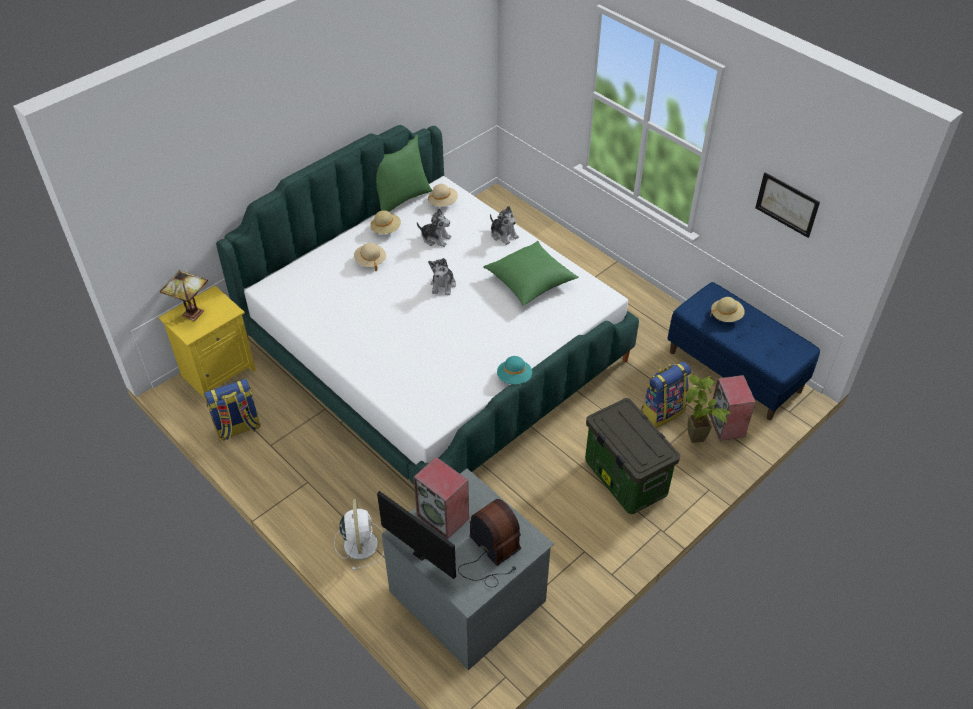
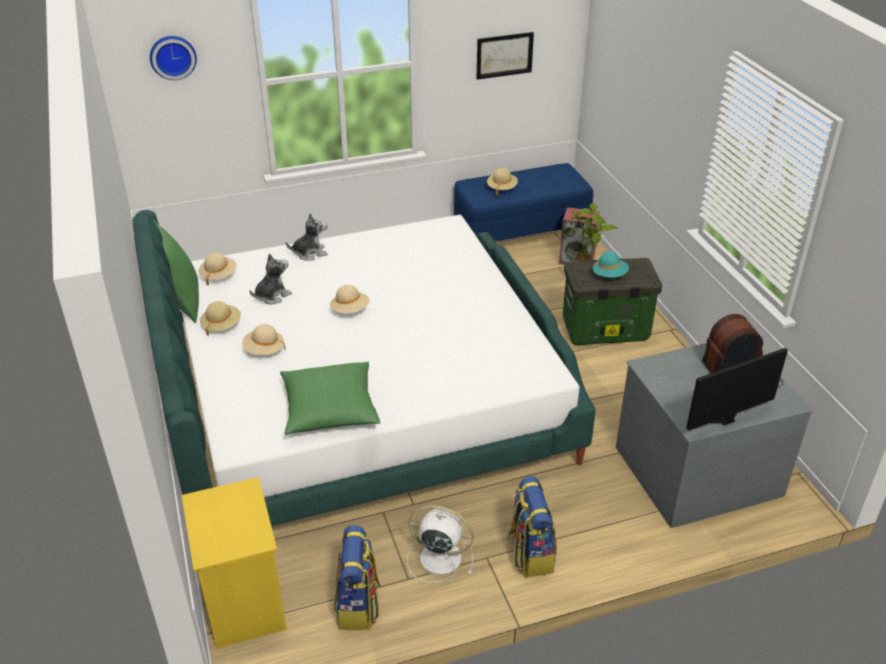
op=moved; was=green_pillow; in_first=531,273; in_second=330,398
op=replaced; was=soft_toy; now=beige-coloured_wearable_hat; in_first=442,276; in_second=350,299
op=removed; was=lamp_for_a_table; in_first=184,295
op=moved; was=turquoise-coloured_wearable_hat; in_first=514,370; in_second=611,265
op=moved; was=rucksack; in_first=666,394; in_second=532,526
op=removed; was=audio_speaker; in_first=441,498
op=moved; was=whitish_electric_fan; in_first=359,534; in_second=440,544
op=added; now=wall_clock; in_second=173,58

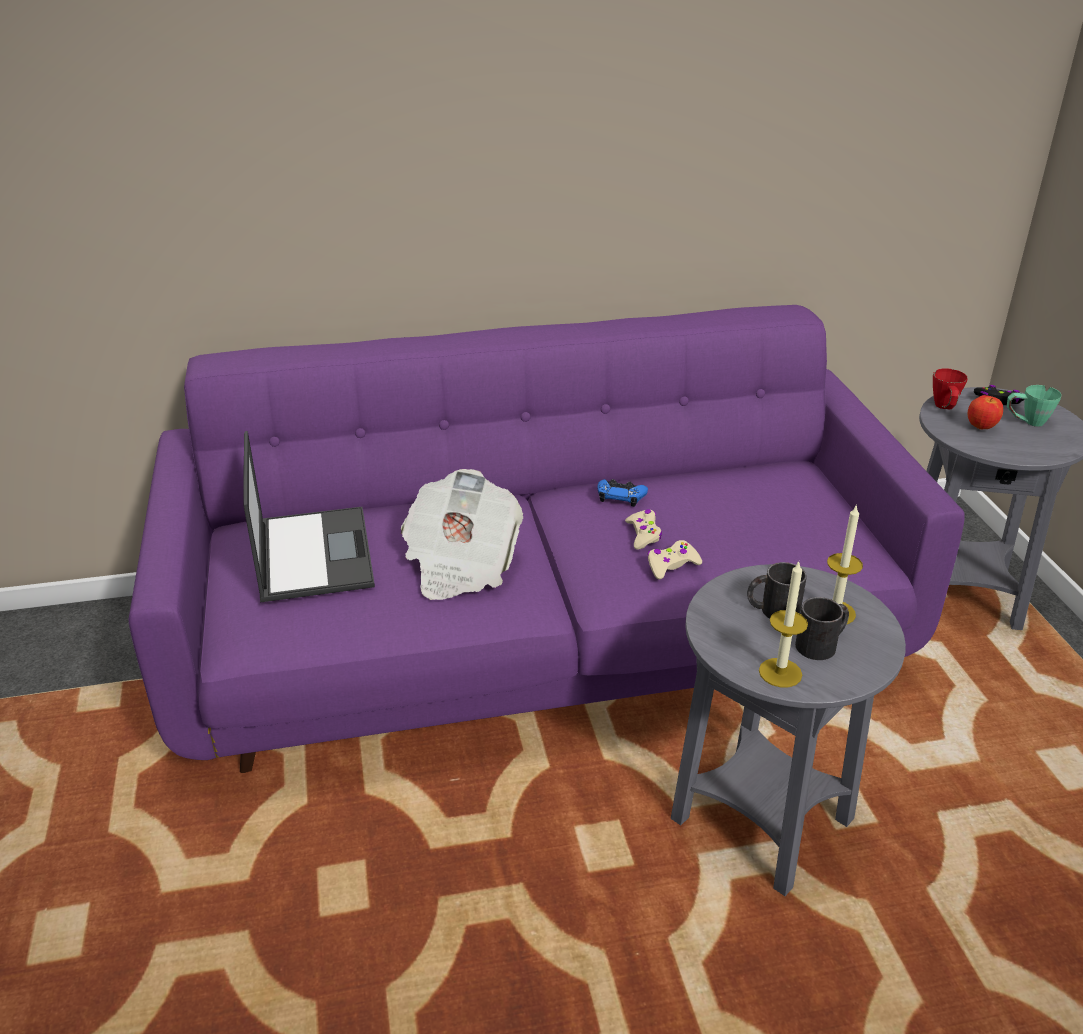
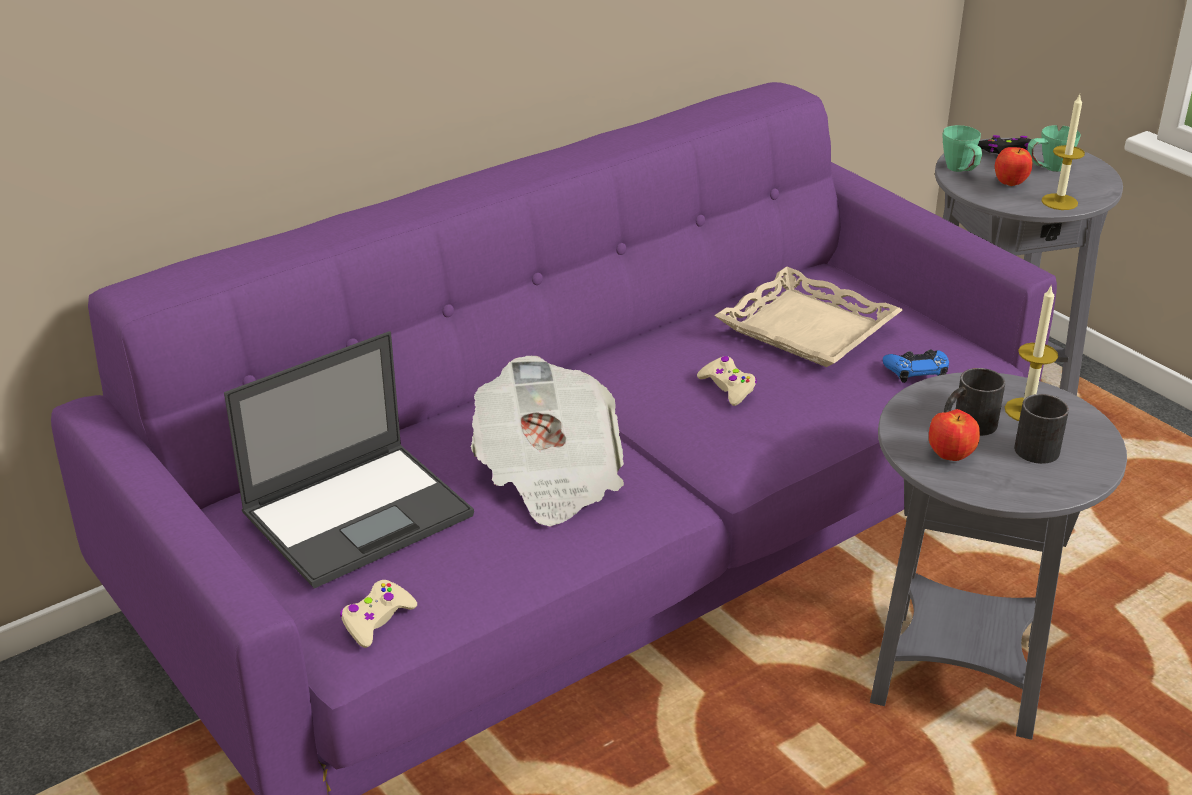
op=recoloured; was=red_tea_mug; now=green_tea_mug; in_first=950,388; in_second=962,148
op=turned; was=notebook_computer; in_first=309,517; in_second=349,460; clockwise=90
op=moved; was=bluish_game_controller; in_first=622,493; in_second=916,366
op=moved; was=beige-coloured_game_controller; in_first=674,560; in_second=378,614
op=moved; was=candle; in_first=783,624; in_second=1063,152
op=added; now=beige-coloured_serving_tray; in_second=808,317
op=added; now=whole_apple; in_second=954,435

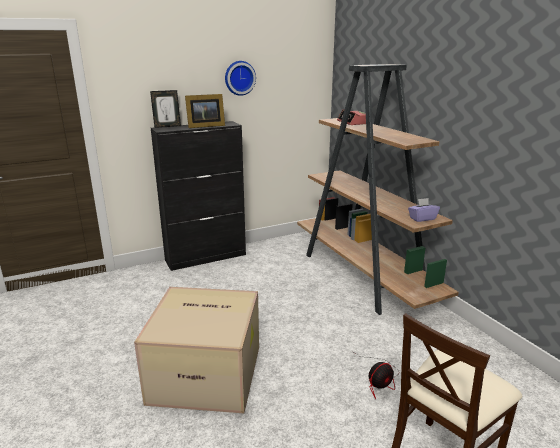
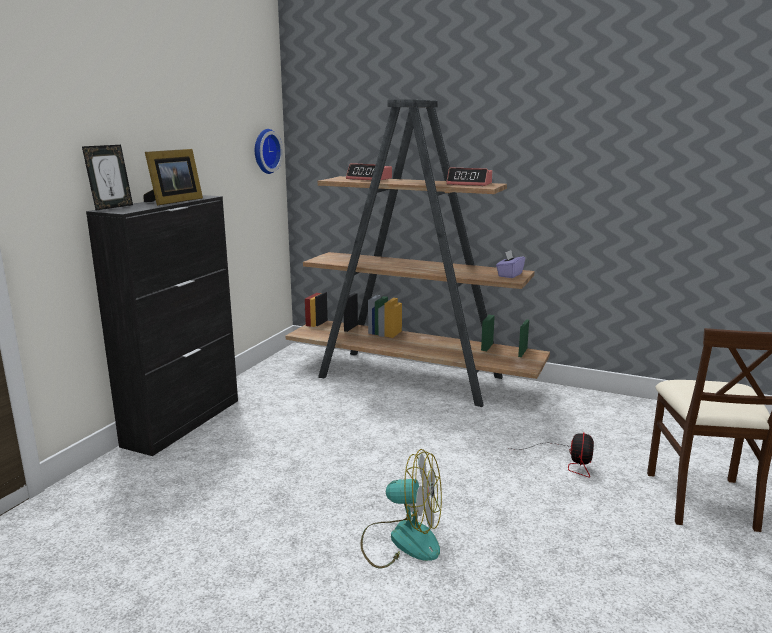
op=moved; was=wall_clock; in_first=240,78; in_second=269,151
op=replaced; was=cardboard_box; now=electric_fan; in_first=196,350; in_second=401,508
op=added; now=table_clock; in_second=469,176

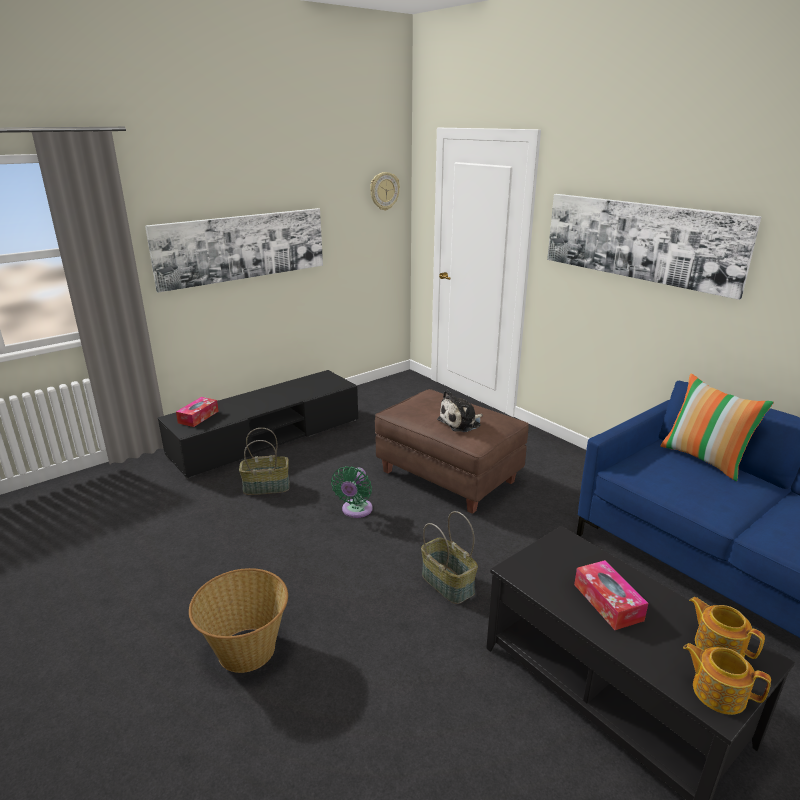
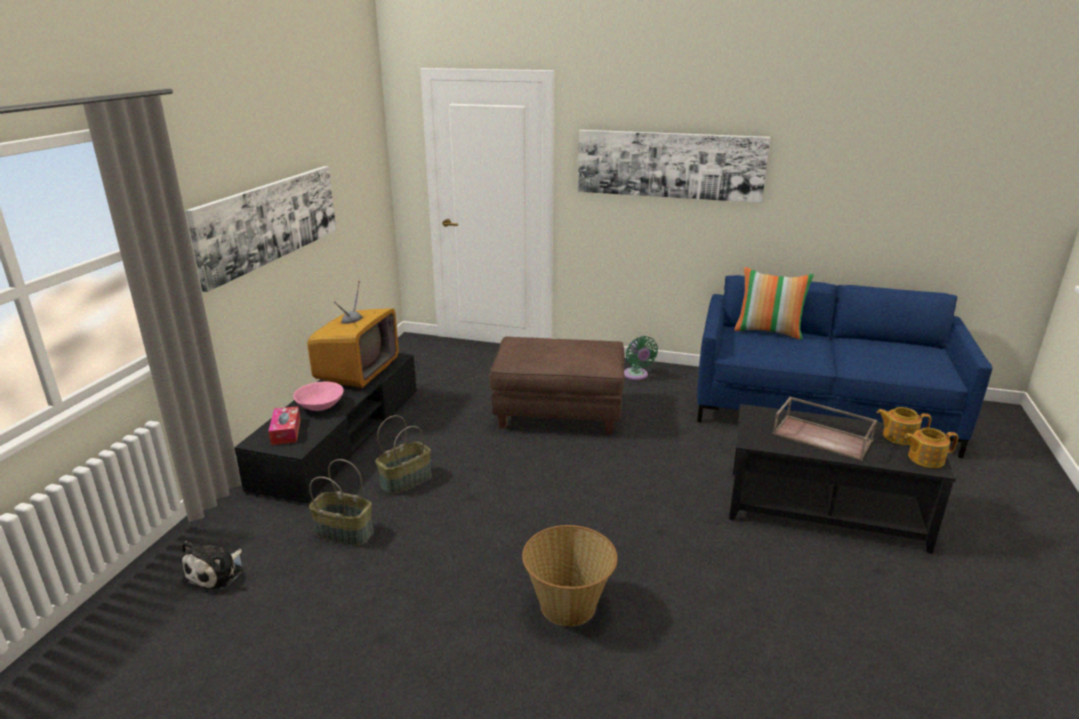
op=removed; was=wall_clock; in_first=385,191
op=moved; was=soft_toy; in_first=460,411; in_second=212,567
op=moved; was=green_electric_fan; in_first=352,492; in_second=641,358
op=moved; was=household_basket; in_first=449,557; in_second=341,502
op=replaced; was=tissue_box; now=brown_serving_tray; in_first=611,595; in_second=825,429
op=added; now=television; in_second=353,334
op=added; now=pink-coloured_deep_dish; in_second=318,396

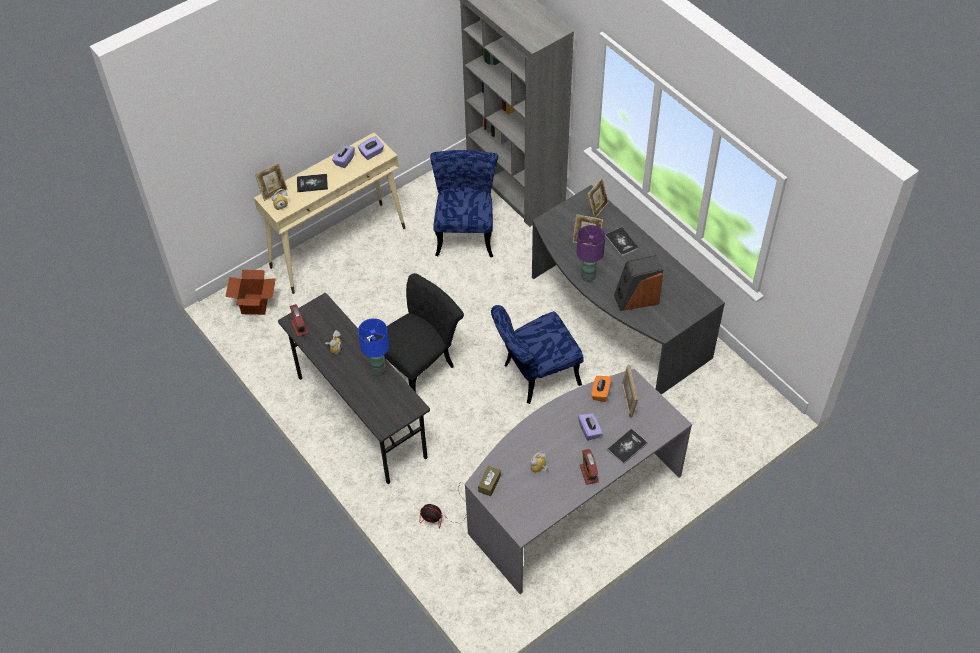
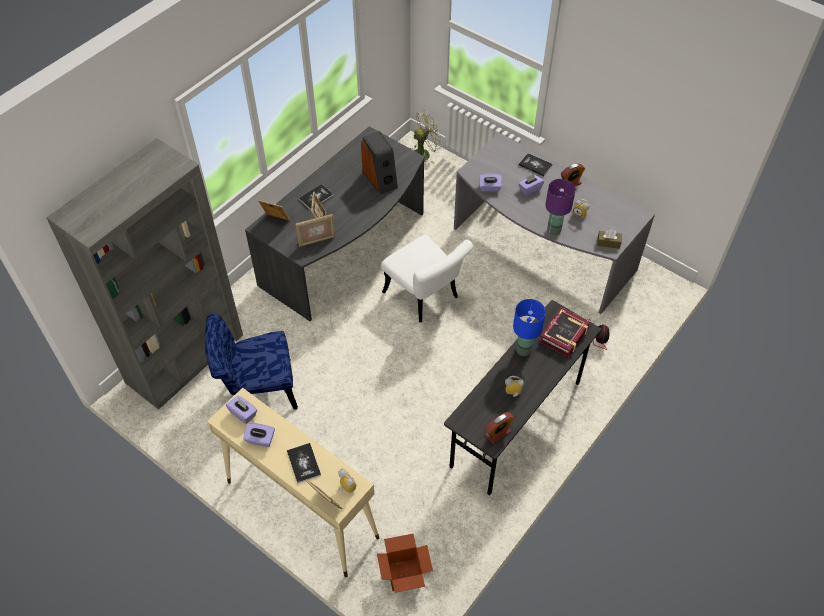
op=moved; was=purple_lamp_for_a_table; in_first=591,253; in_second=560,207
op=removed; was=black_plain_chair; in_first=417,332
op=recoloured; was=bluish_plain_chair; now=whitish_plain_chair; in_first=537,354; in_second=427,278
op=moved; was=photo_frame; in_first=630,391; in_second=315,230
op=recoloured; was=orange_tissue_box; now=purple_tissue_box; in_first=601,389; in_second=490,183
op=added; now=green_electric_fan; in_second=426,137
op=added; now=book; in_second=564,332

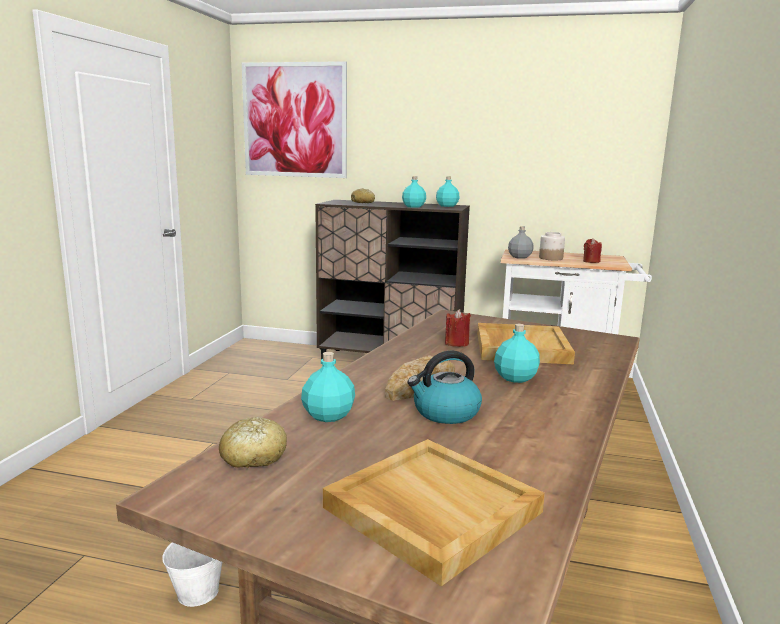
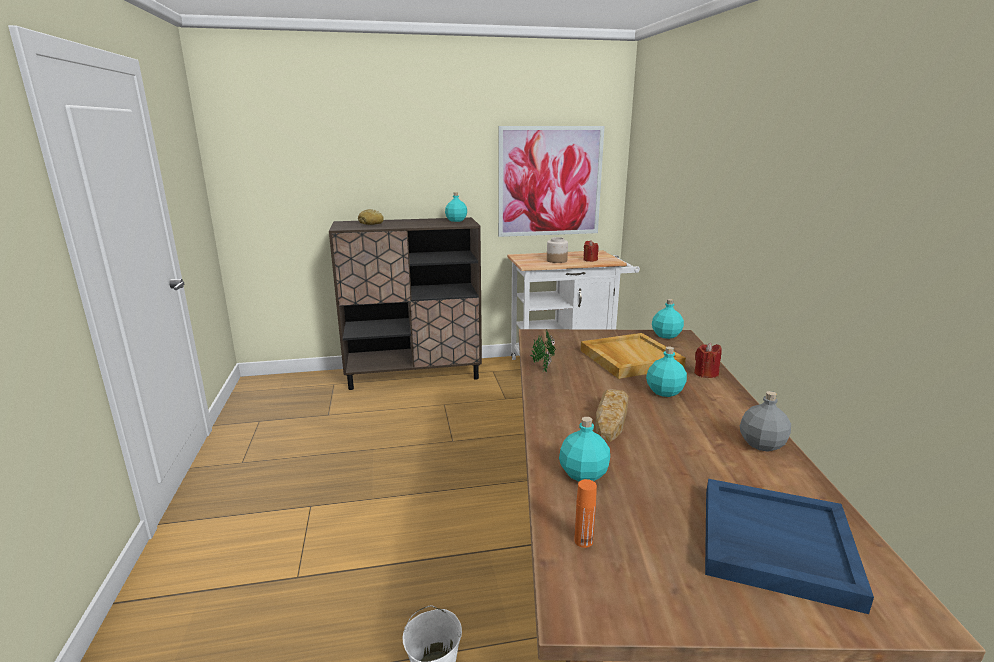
op=moved; was=wall_art; in_first=294,119; in_second=551,181
op=moved; was=turquoise-coloured_bottle; in_first=414,192; in_second=668,319
op=moved; was=grey_bottle; in_first=521,242; in_second=765,421
op=moved; was=red_candle; in_first=458,328; in_second=707,360
op=removed; was=water_kettle; in_first=444,387
op=replaced; was=baked_bread; now=orange_bottle; in_first=253,442; in_second=585,513
op=recoloured; was=beige-coloured_serving_tray; now=bluish_serving_tray; in_first=434,512; in_second=789,546
op=added; now=plant_in_a_pot; in_second=543,350

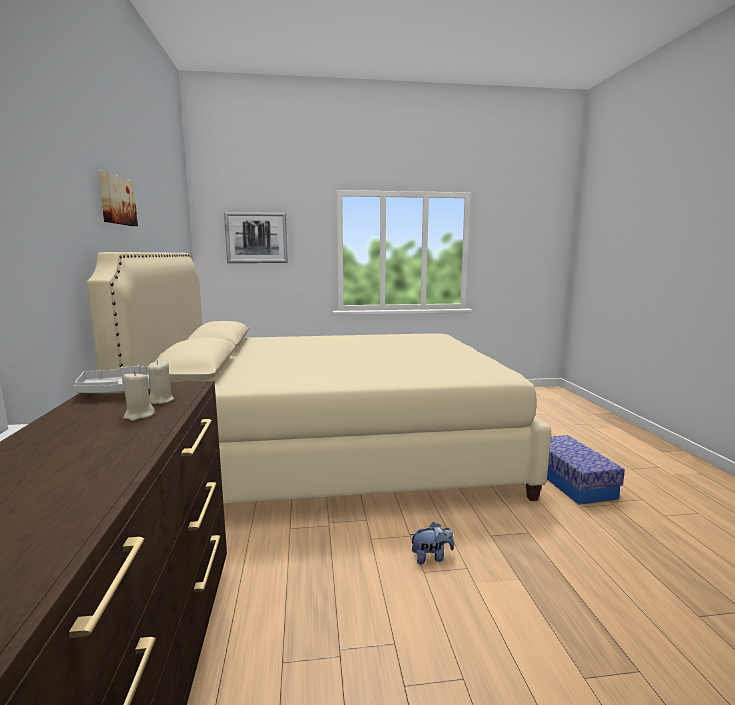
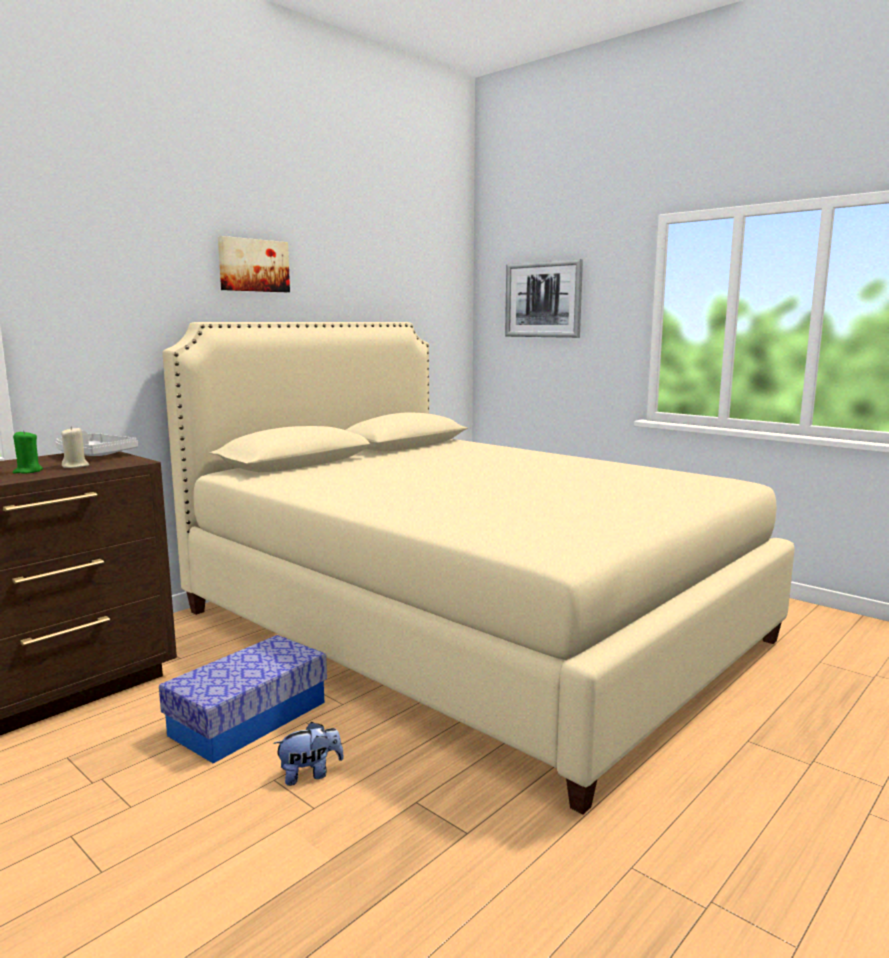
op=recoloured; was=beige-coloured_candle; now=green_candle; in_first=139,396; in_second=28,452
op=moved; was=storage_box; in_first=586,470; in_second=243,699
op=turned; was=soft_toy; in_first=432,543; in_second=308,754; clockwise=-60

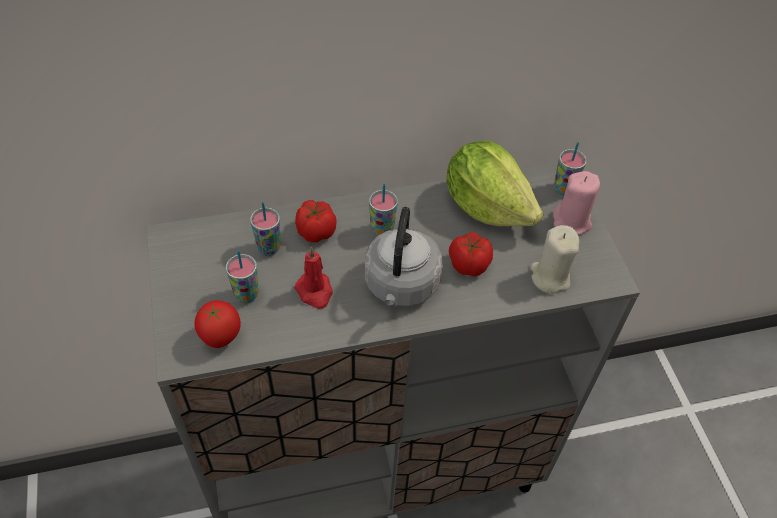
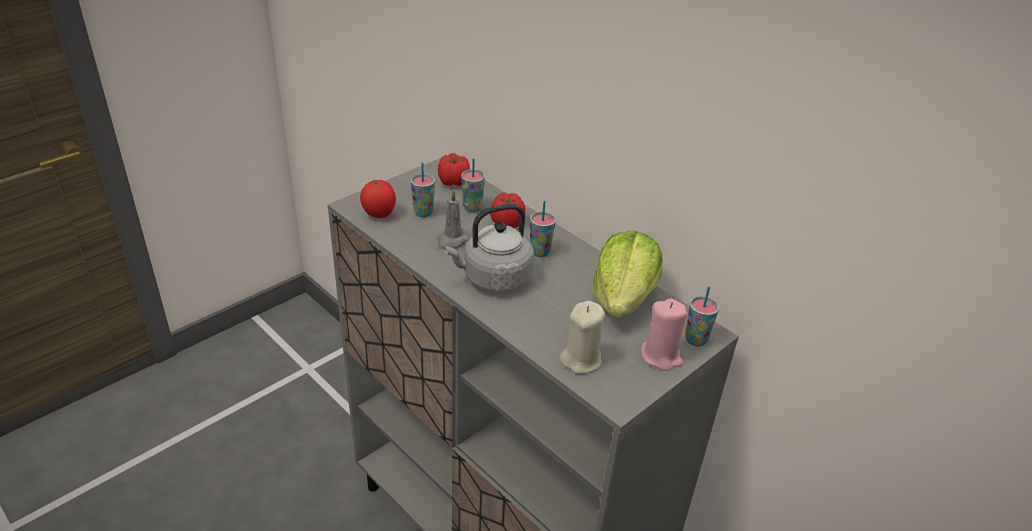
op=moved; was=fresh_tomato; in_first=471,254; in_second=454,169
op=recoloured; was=red_candle; now=grey_candle; in_first=313,278; in_second=453,219

